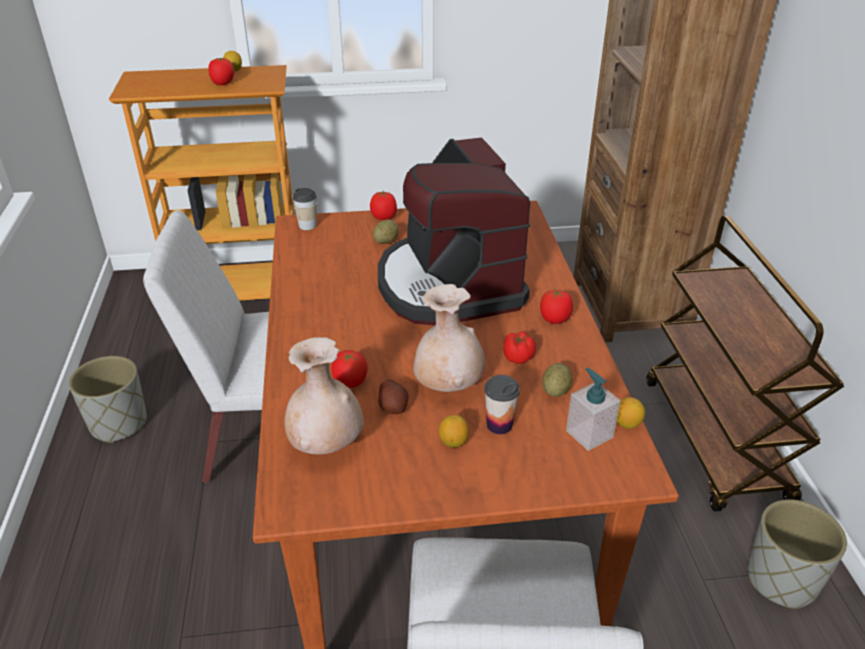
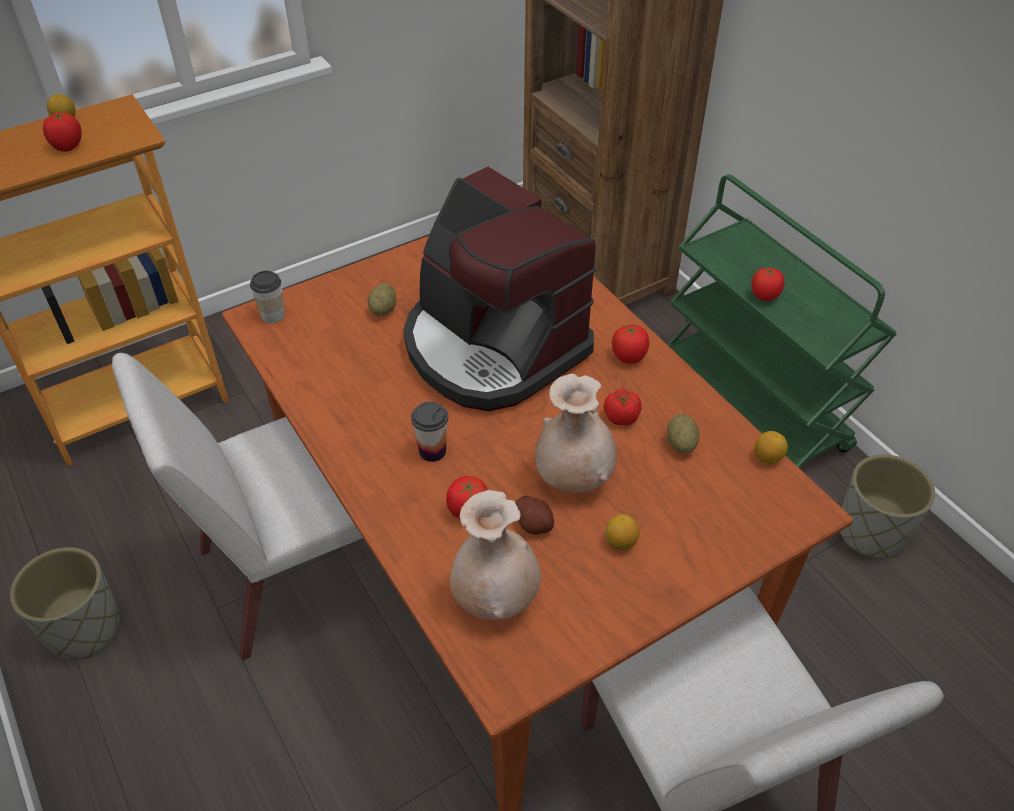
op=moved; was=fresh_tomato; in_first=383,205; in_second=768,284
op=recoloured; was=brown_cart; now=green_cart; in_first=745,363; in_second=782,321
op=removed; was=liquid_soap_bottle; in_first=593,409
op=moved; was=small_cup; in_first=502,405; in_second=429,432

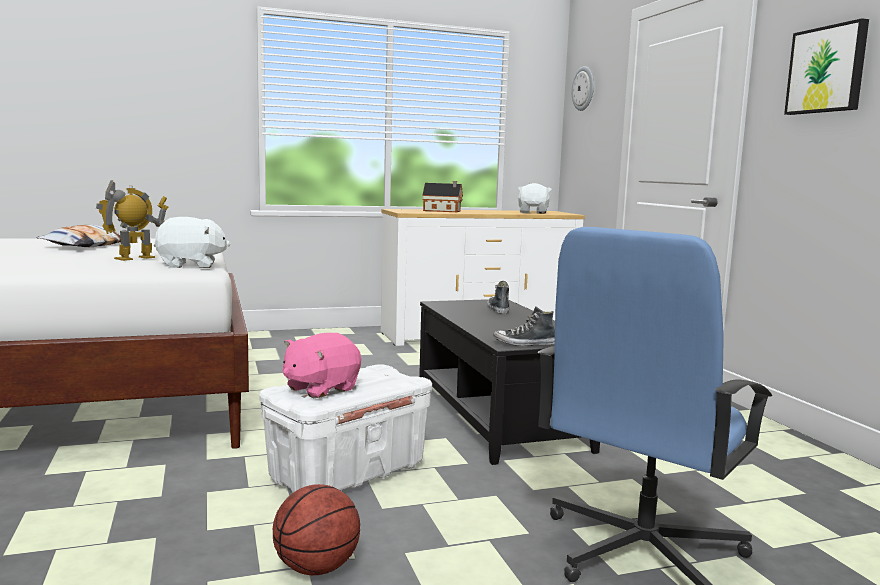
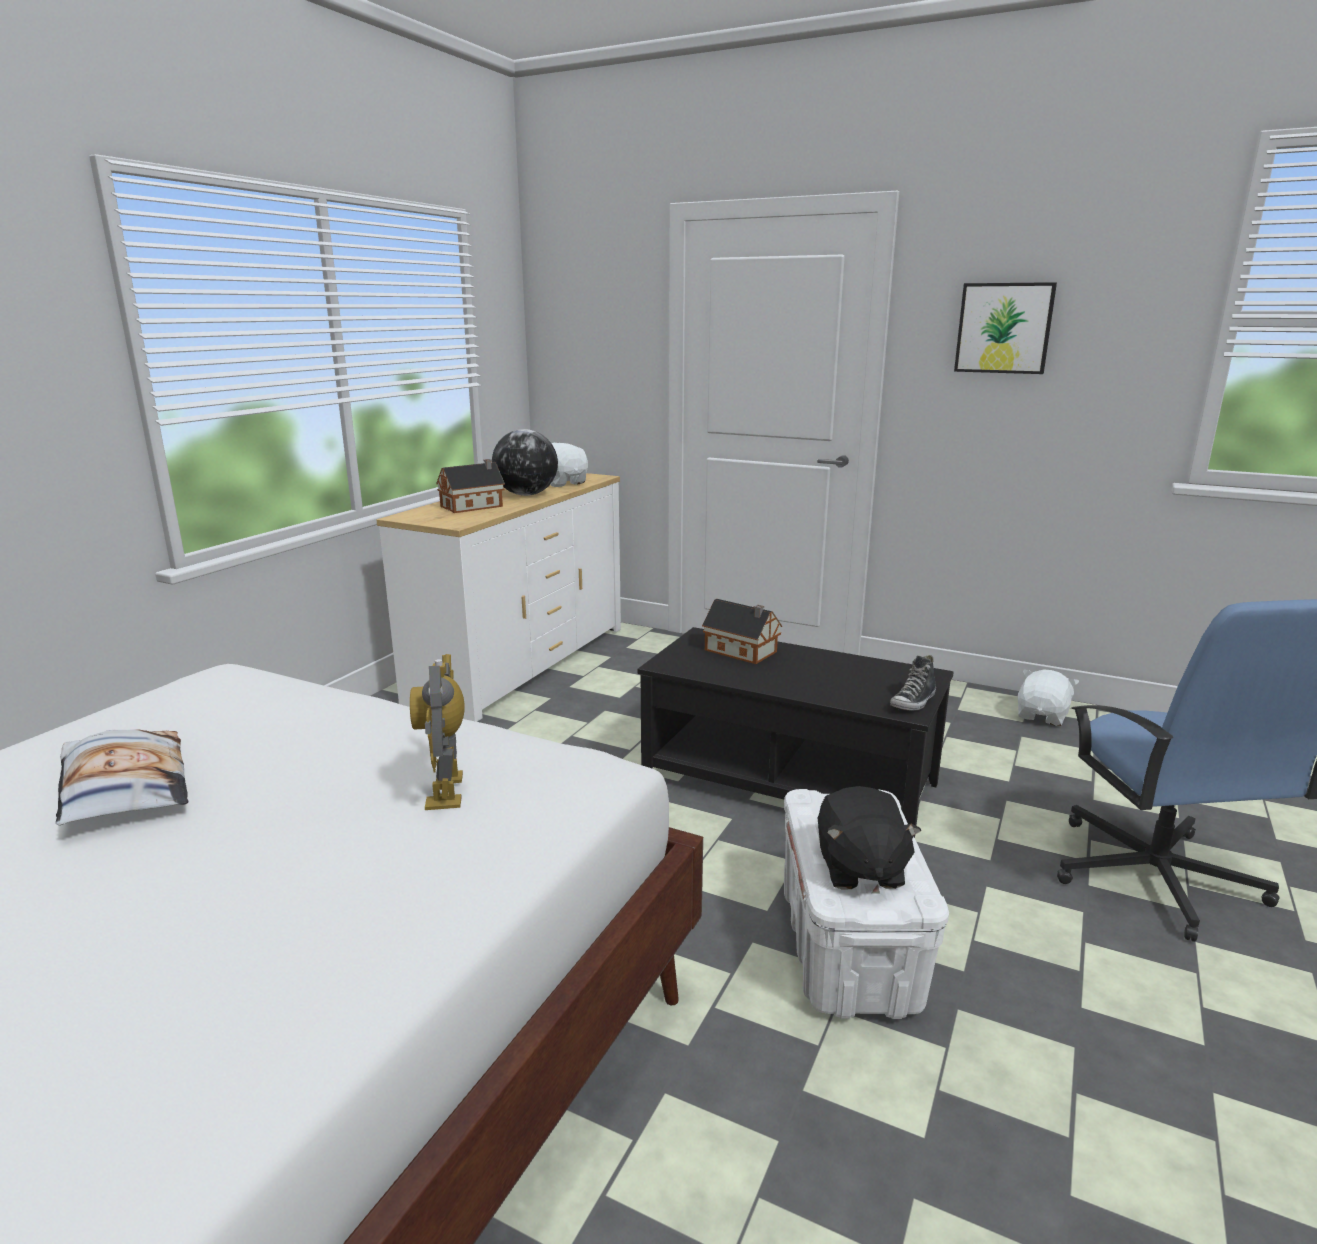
op=removed; was=wall_clock; in_first=583,88
op=moved; was=whitish_soft_toy; in_first=192,242; in_second=1048,697
op=replaced; was=shoe; now=model_house; in_first=498,297; in_second=742,631
op=recoloured; was=pink-coloured_soft_toy; now=black_soft_toy; in_first=322,365; in_second=869,837
op=removed; was=ball_for_basketball; in_first=316,529
op=added; now=desk_globe; in_second=525,462

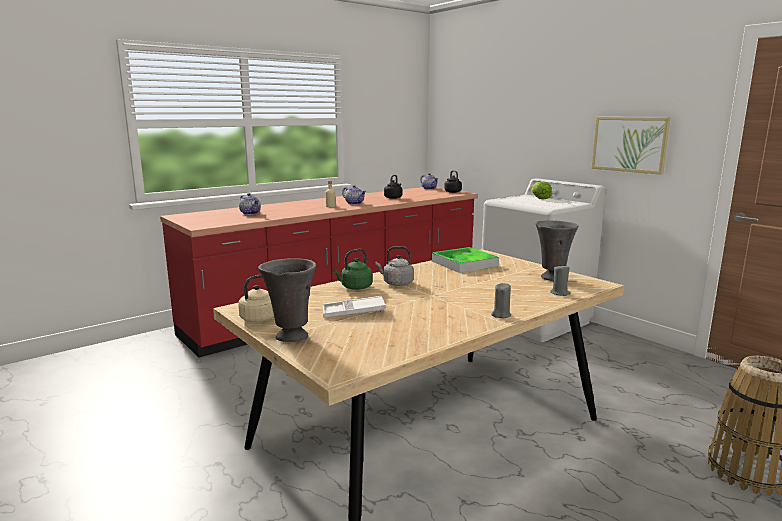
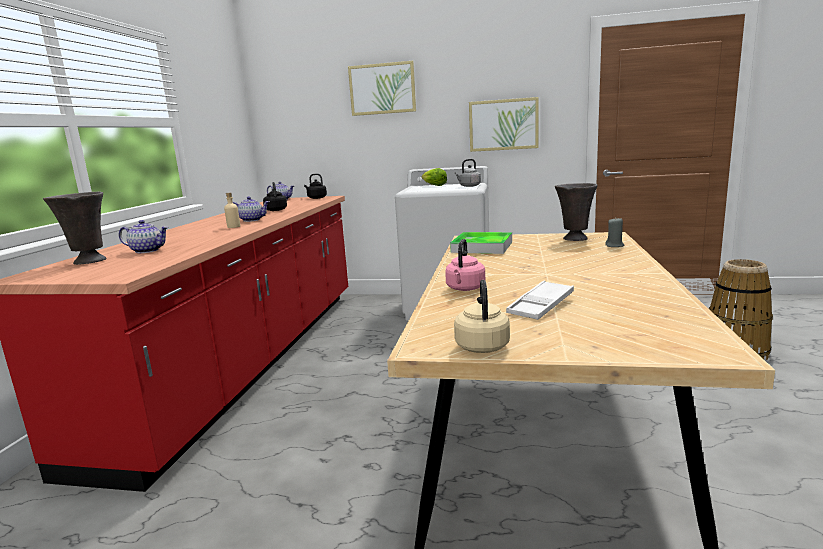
op=moved; was=grey_water_kettle; in_first=394,266; in_second=467,173
op=recoloured; was=green_water_kettle; now=pink-coloured_water_kettle; in_first=353,269; in_second=465,265
op=moved; was=grey_decorative_vase; in_first=287,300; in_second=75,228
op=removed; was=grey_candle; in_first=501,300
op=added; now=wall_art; in_second=382,88

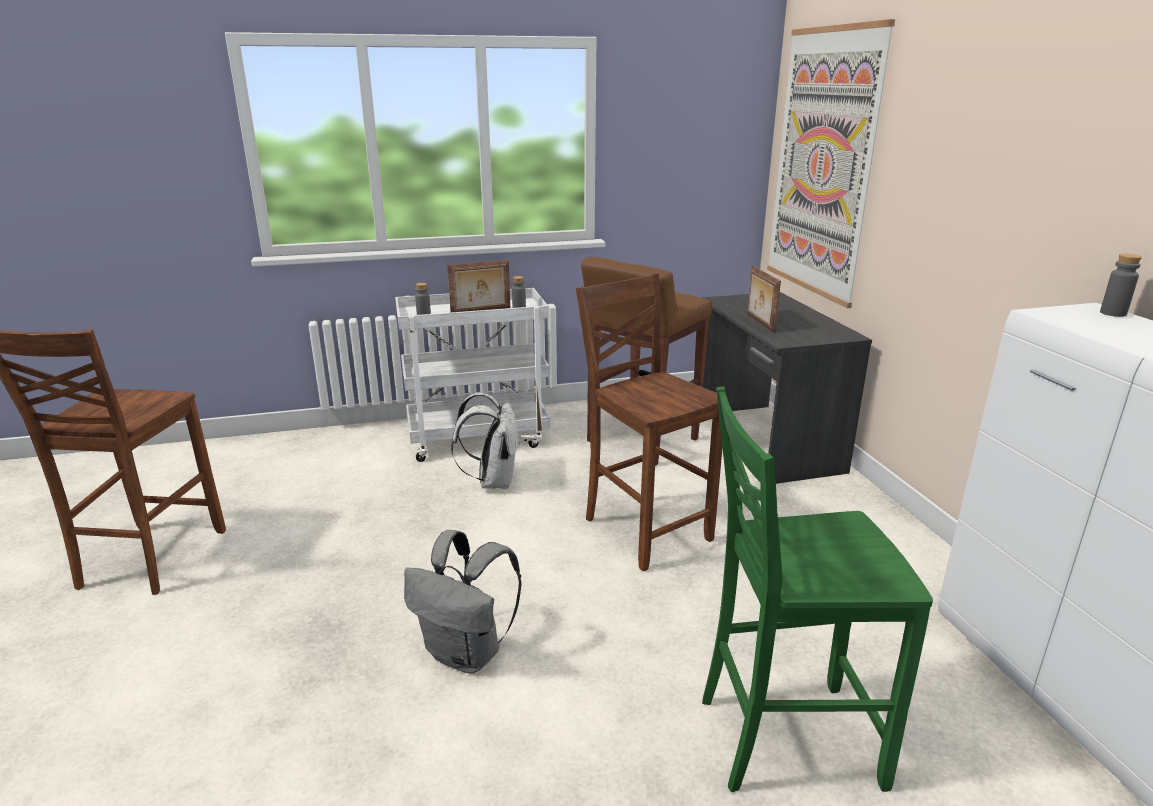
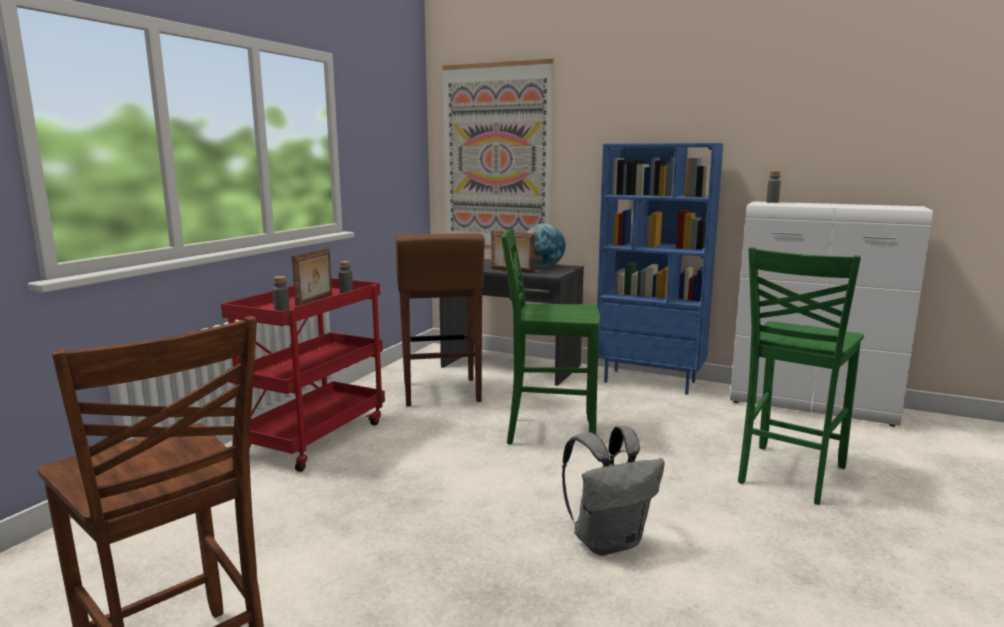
op=recoloured; was=brown_plain_chair; now=green_plain_chair; in_first=649,422; in_second=550,335
op=recoloured; was=whitish_cart; now=red_cart; in_first=472,375; in_second=303,375
op=removed; was=whitish_rucksack; in_first=485,441
op=added; now=bluish_bookshelf; in_second=660,269
op=added; now=desk_globe; in_second=546,245

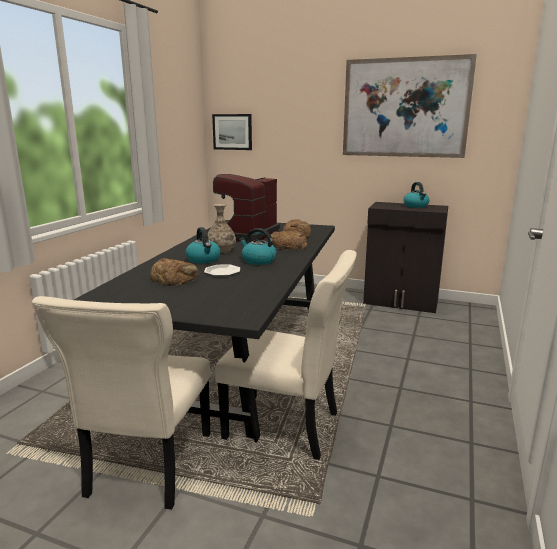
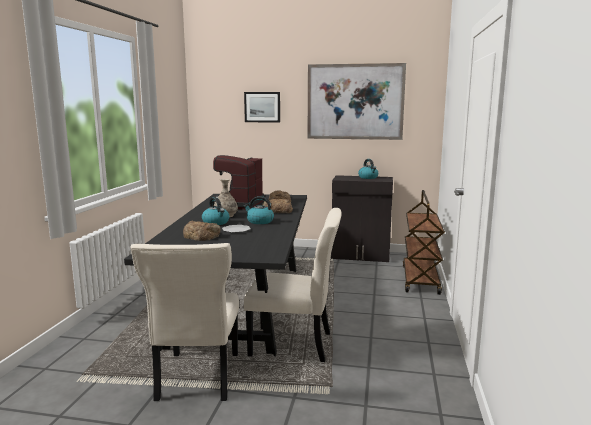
op=moved; was=wall_art; in_first=232,132; in_second=262,107
op=added; now=brown_cart; in_second=424,242

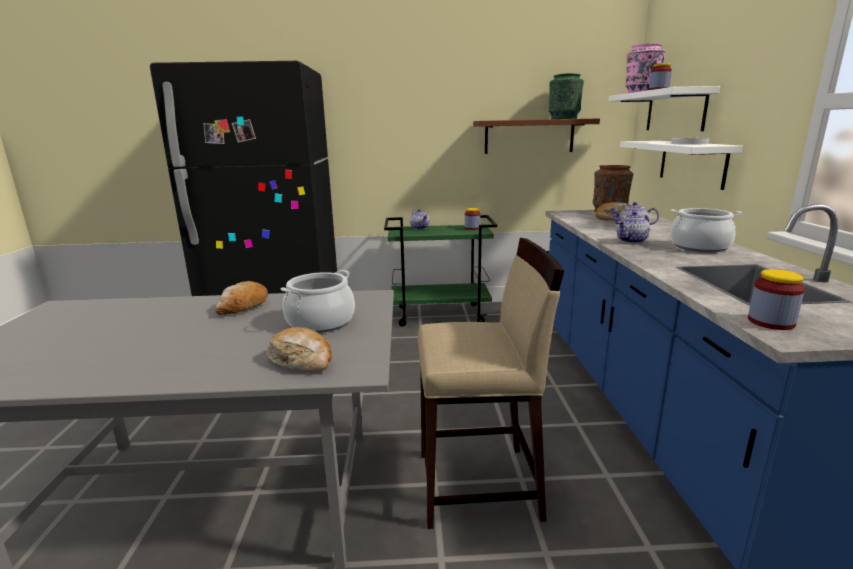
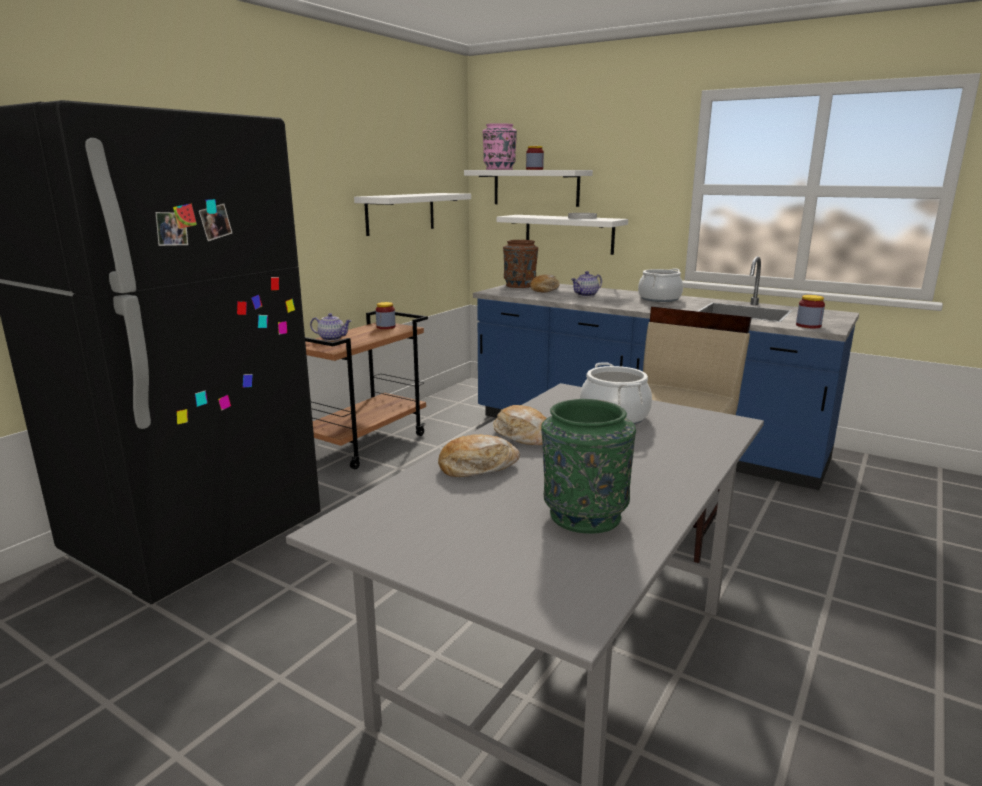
op=moved; was=green_decorative_vase; in_first=566,96; in_second=588,466
op=recoloured; was=brown_shelf; now=whitish_shelf; in_first=536,136; in_second=412,214
op=removed; was=teapot; in_first=633,227
op=recoloured; was=green_cart; now=brown_cart; in_first=440,271; in_second=366,390
op=moved; was=baked_bread; in_first=299,349; in_second=479,455

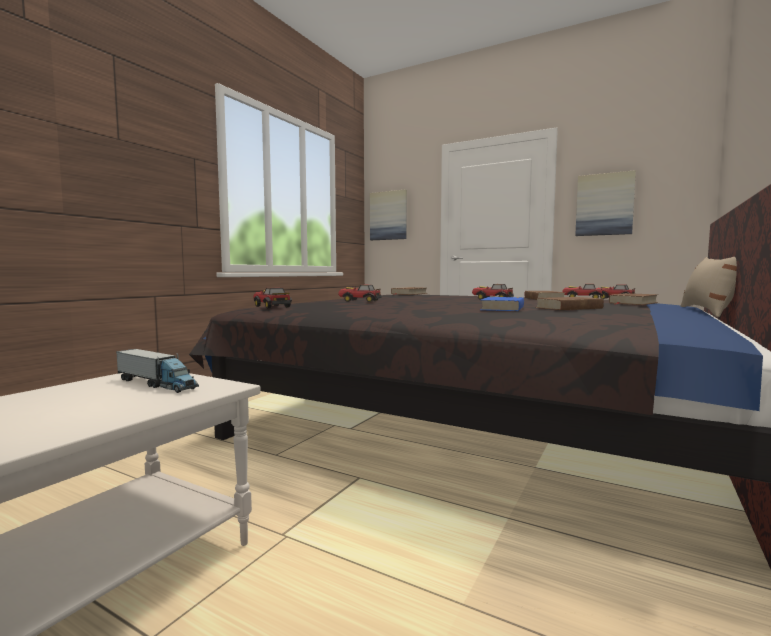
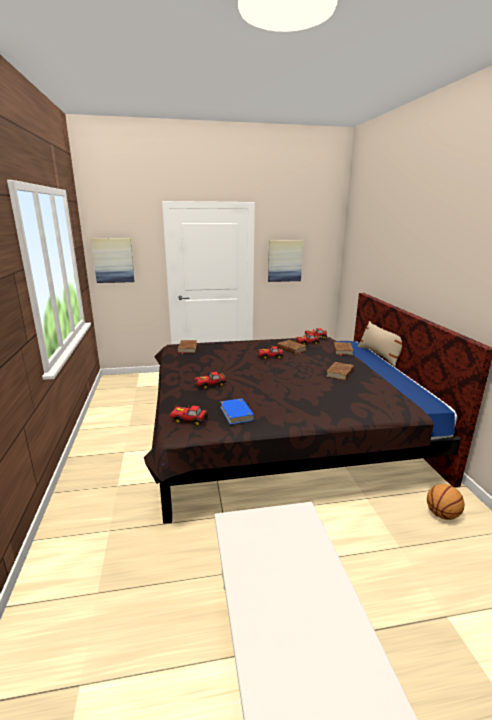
op=moved; was=bluish_book; in_first=502,304; in_second=237,411
op=removed; was=toy_lorry; in_first=157,371
op=added; now=ball_for_basketball; in_second=446,502

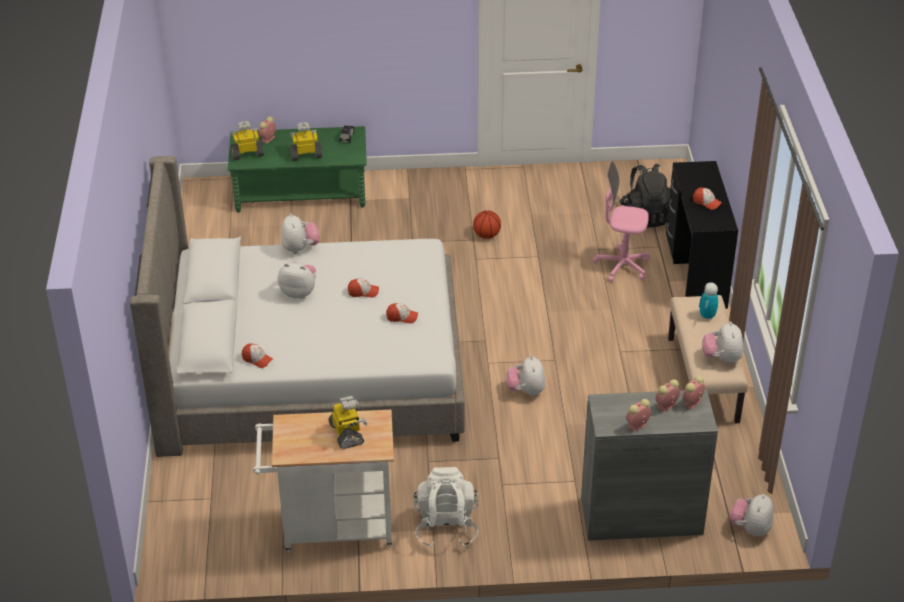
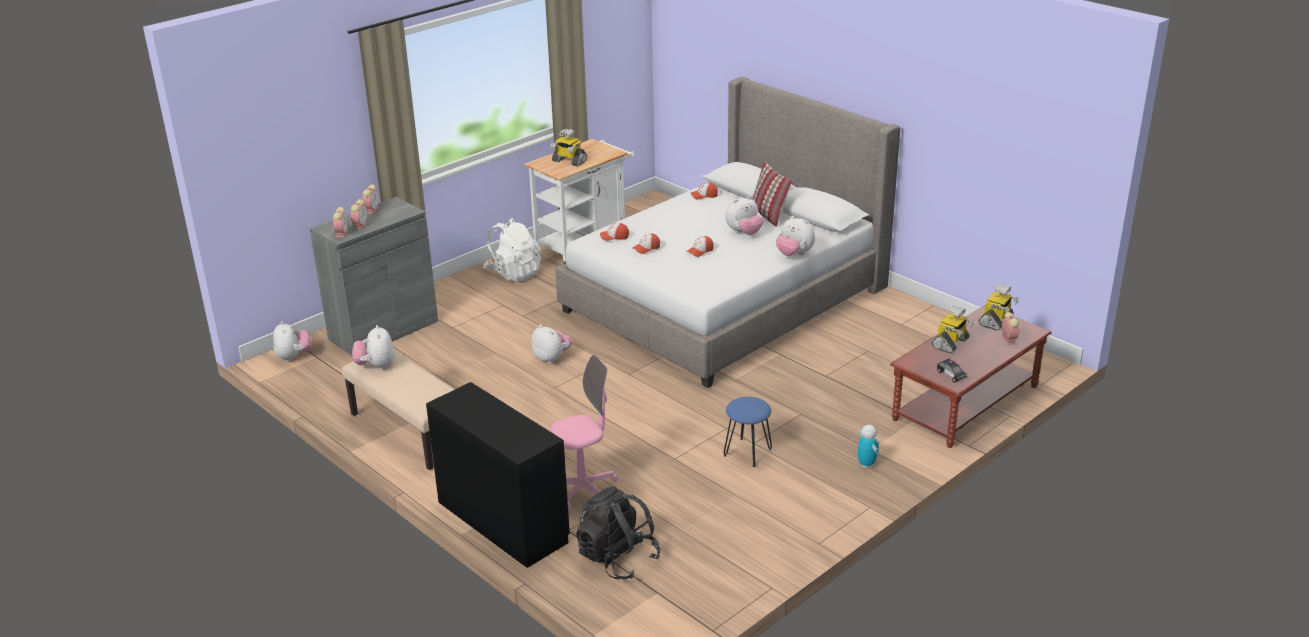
op=recoloured; was=green_coffee_table; now=brown_coffee_table; in_first=297,169; in_second=971,376
op=moved; was=cap; in_first=707,198; in_second=614,232
op=replaced; was=ball_for_basketball; now=bluish_stool_seat; in_first=487,224; in_second=747,432
op=moved; was=model_robot; in_first=708,301; in_second=868,446
op=turned; was=soft_toy; in_first=722,343; in_second=373,347; clockwise=-150
op=added; now=pillow; in_second=772,194

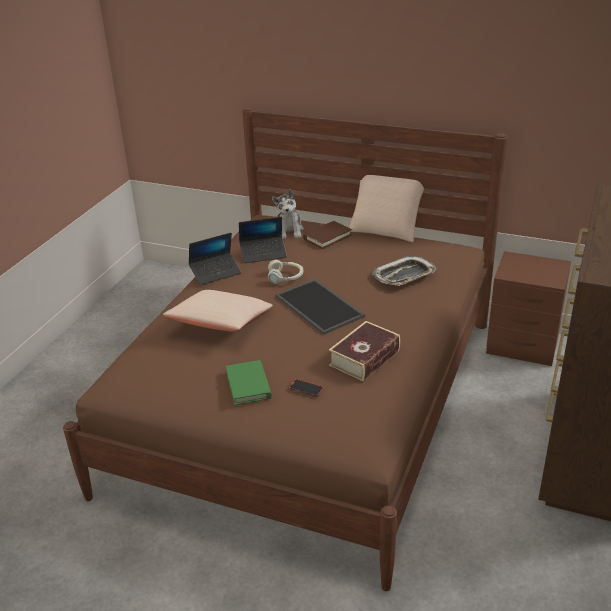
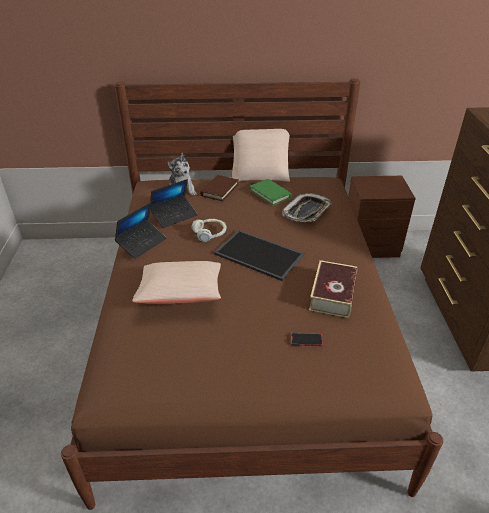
op=moved; was=green_book; in_first=249,382; in_second=271,192

